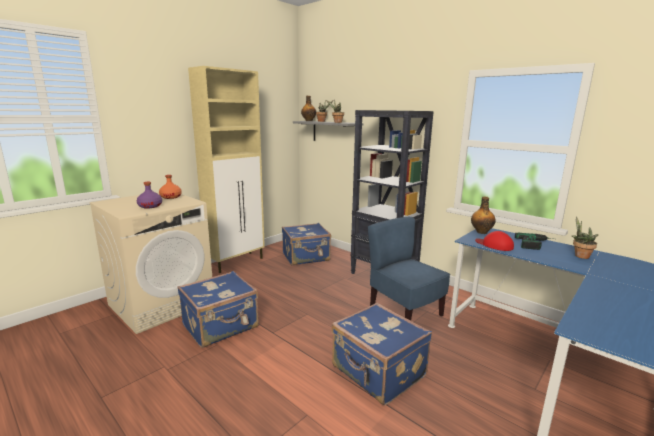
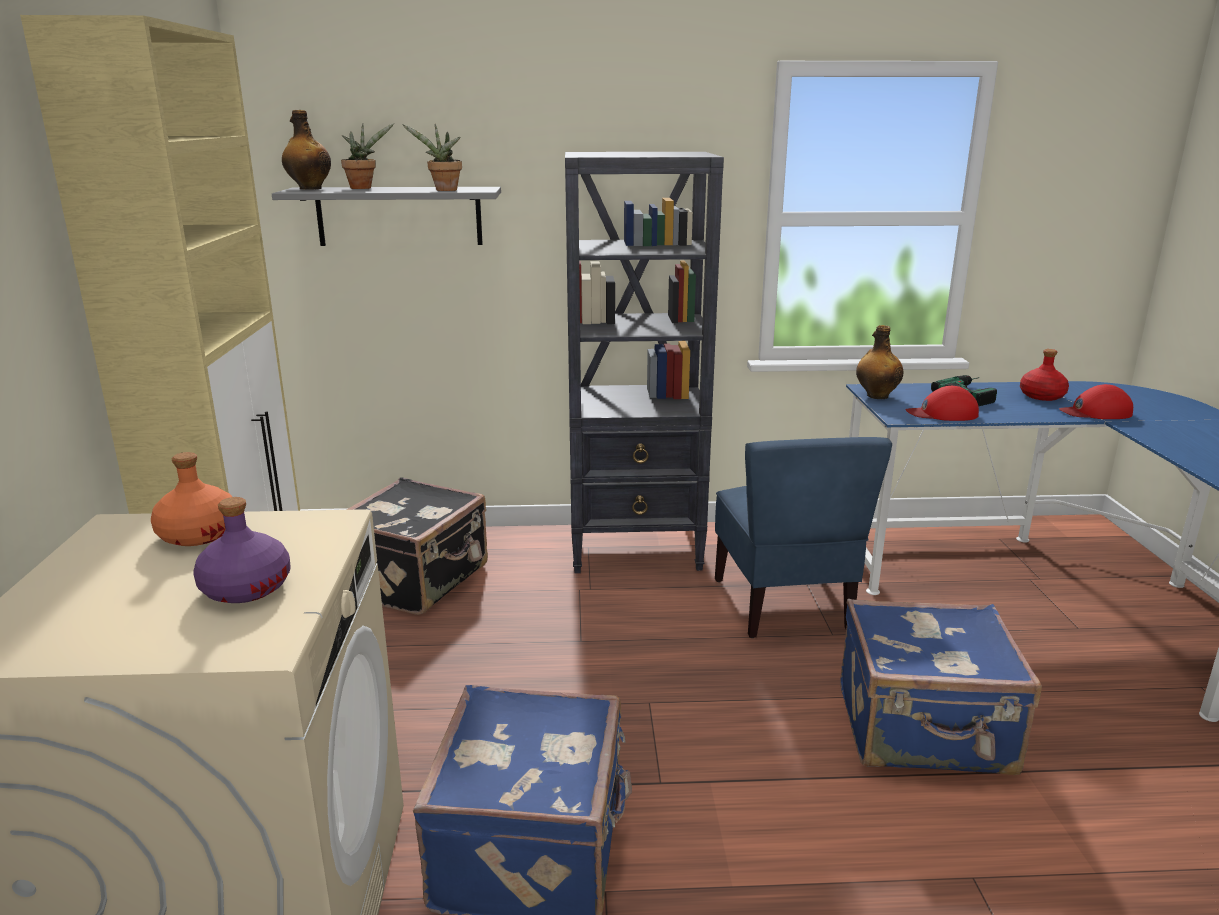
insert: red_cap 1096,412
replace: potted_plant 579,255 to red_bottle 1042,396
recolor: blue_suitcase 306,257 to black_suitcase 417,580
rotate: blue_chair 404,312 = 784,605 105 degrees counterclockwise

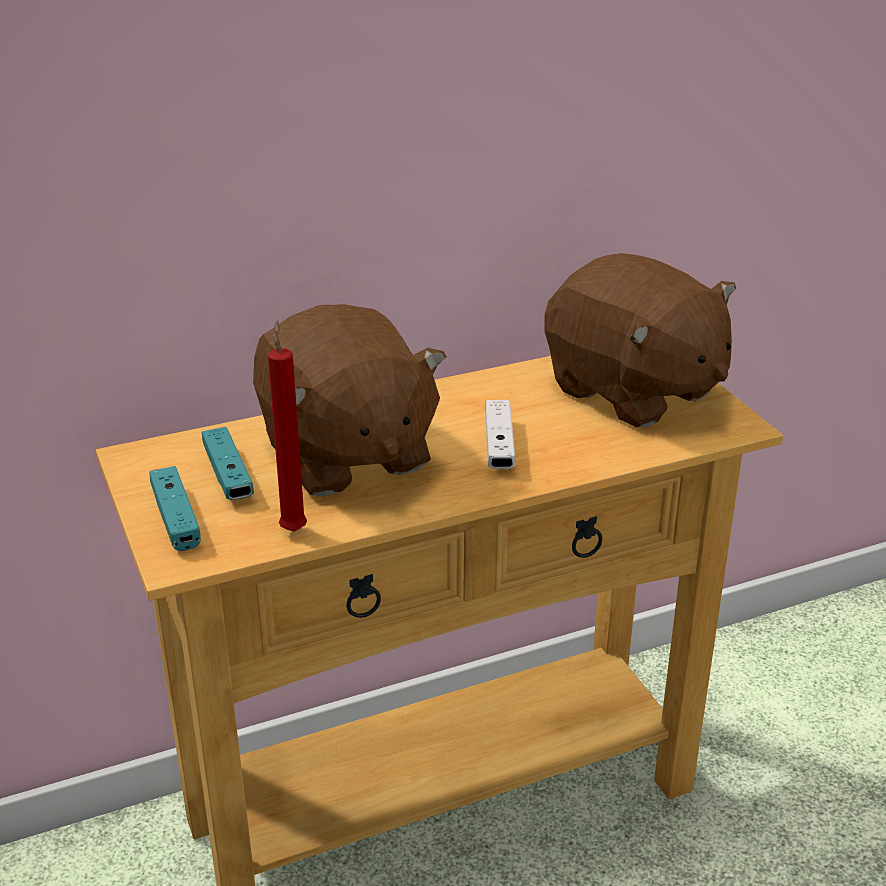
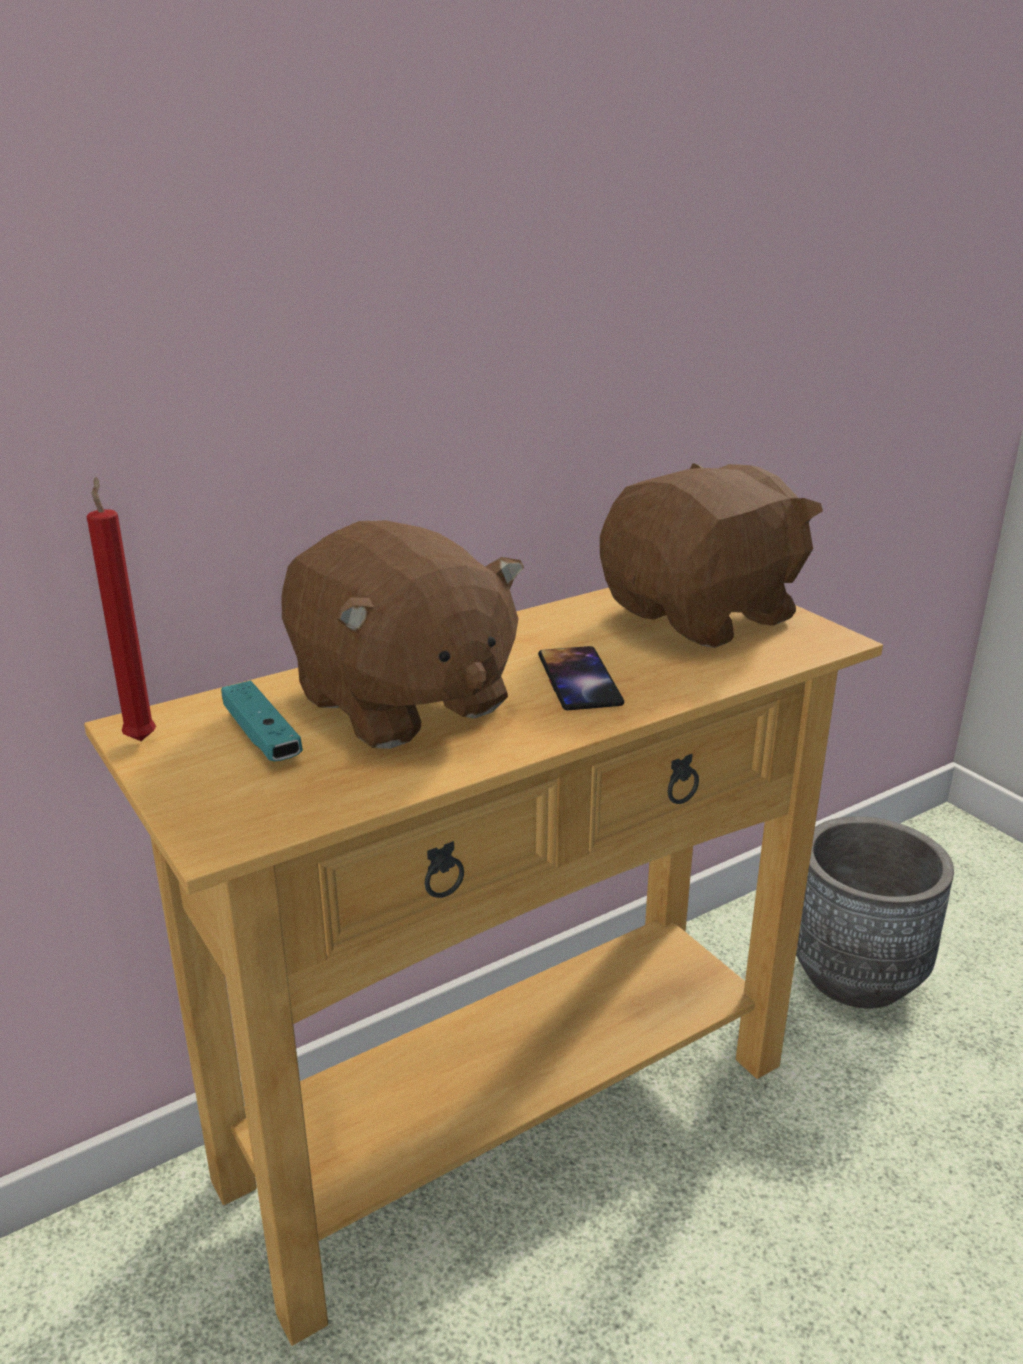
delete: turquoise_game_controller 176,518
insert: grey_planter 856,975
move: red_candle 293,528 to 141,738
replace: white_game_controller 499,446 to phone 579,679
rotate: brown_plush_toy 633,391 = 703,616 75 degrees counterclockwise

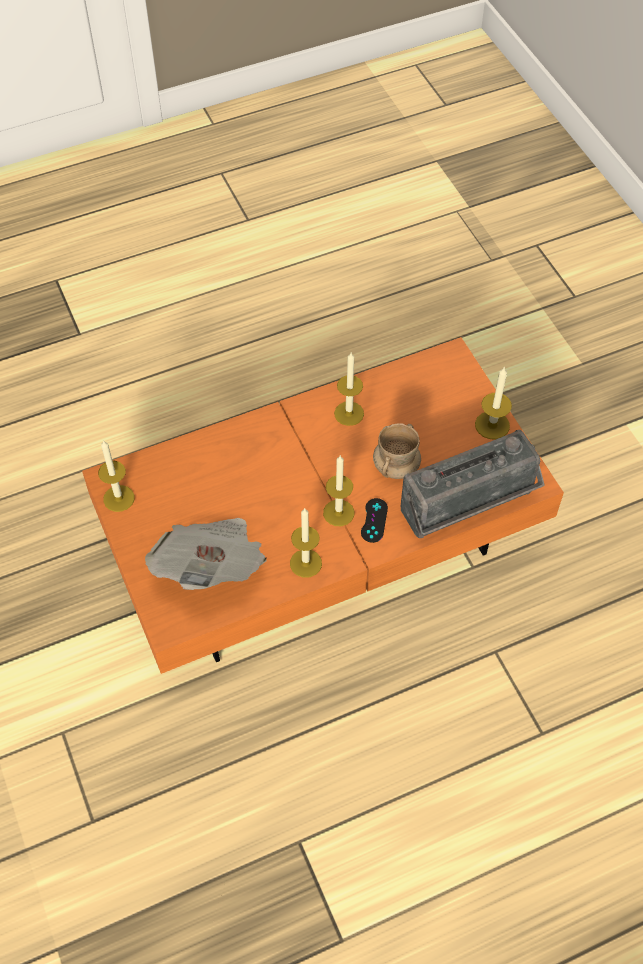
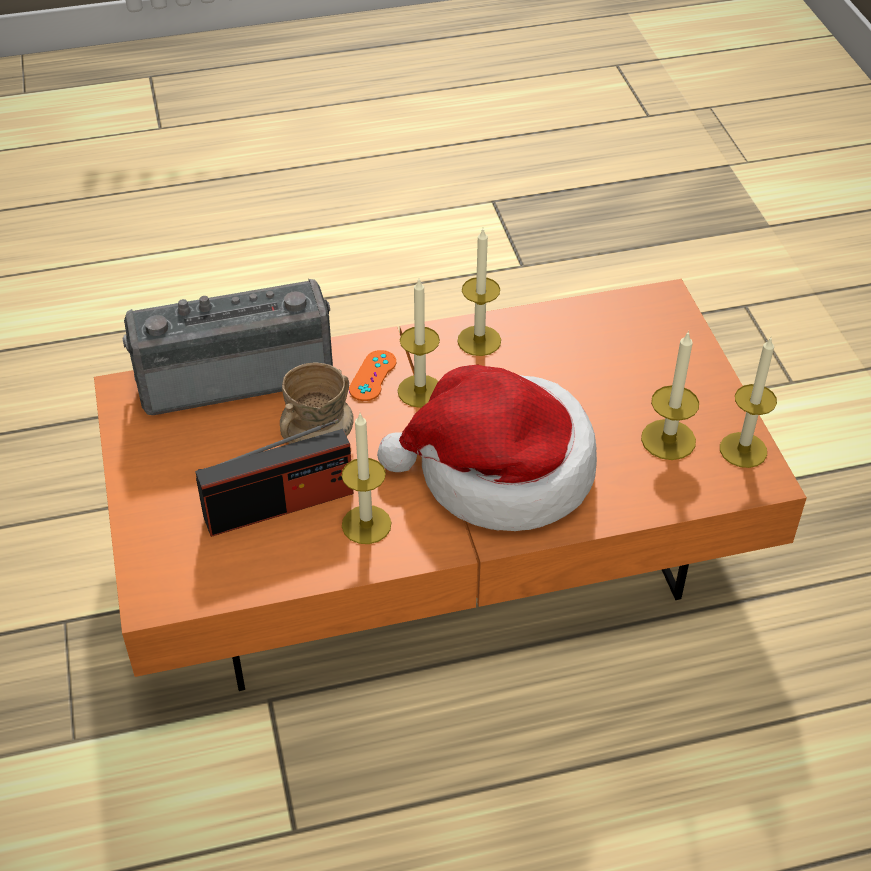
delete: newspaper 211,566
insert: hat 500,471; radio 279,505
move: candle 492,425 to 668,439
recolor: black_game_controller 374,520 to orange_game_controller 373,376

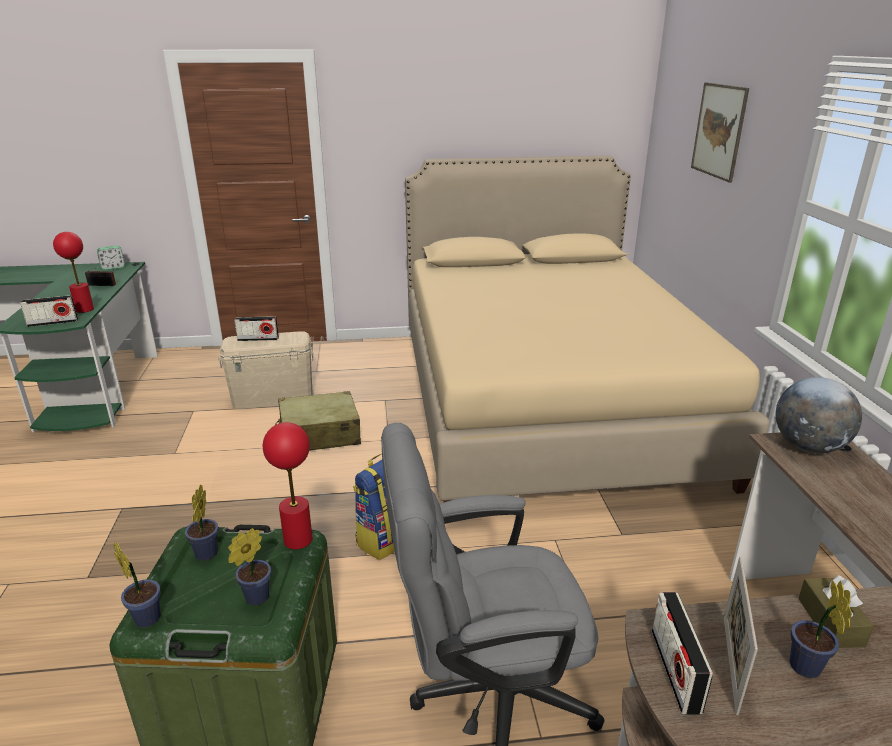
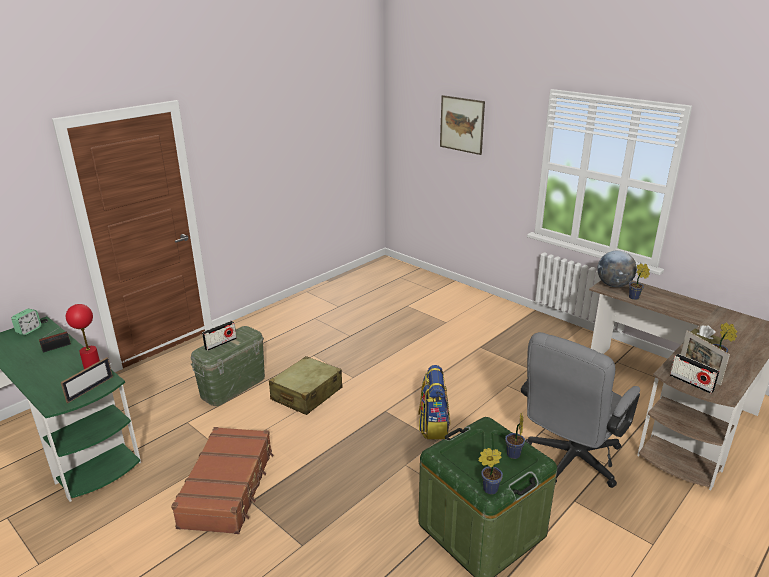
delete: beige_bed 544,400; red_table_lamp 298,539
insert: brown_suitcase 228,488
move: potted_plant 205,555 to 635,298
replace: radio 53,323 to picture_frame 90,389
recolor: beige_storage_box 273,397 to green_storage_box 233,386

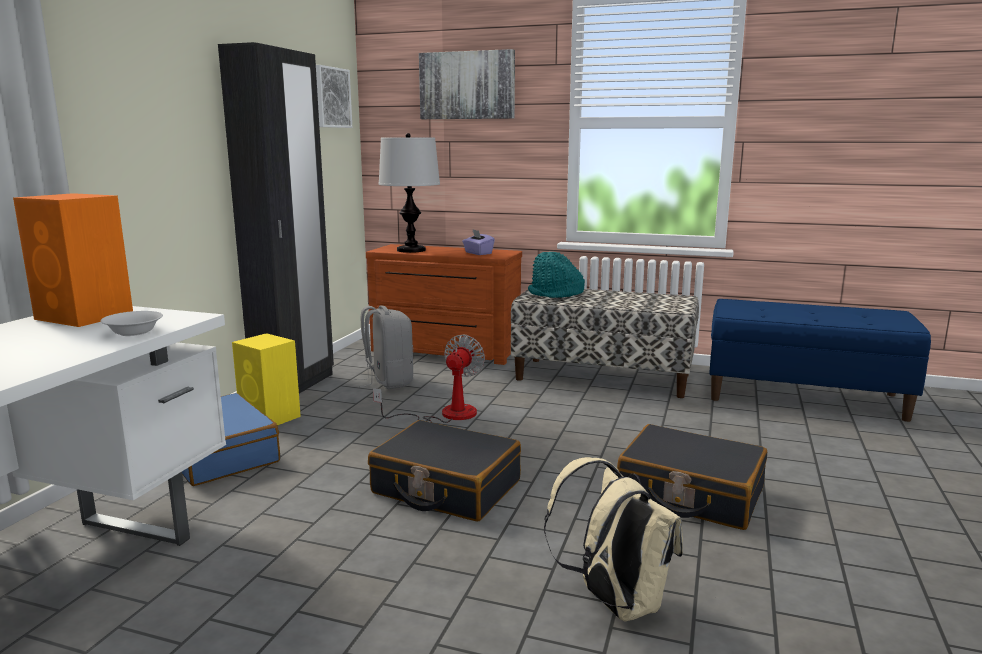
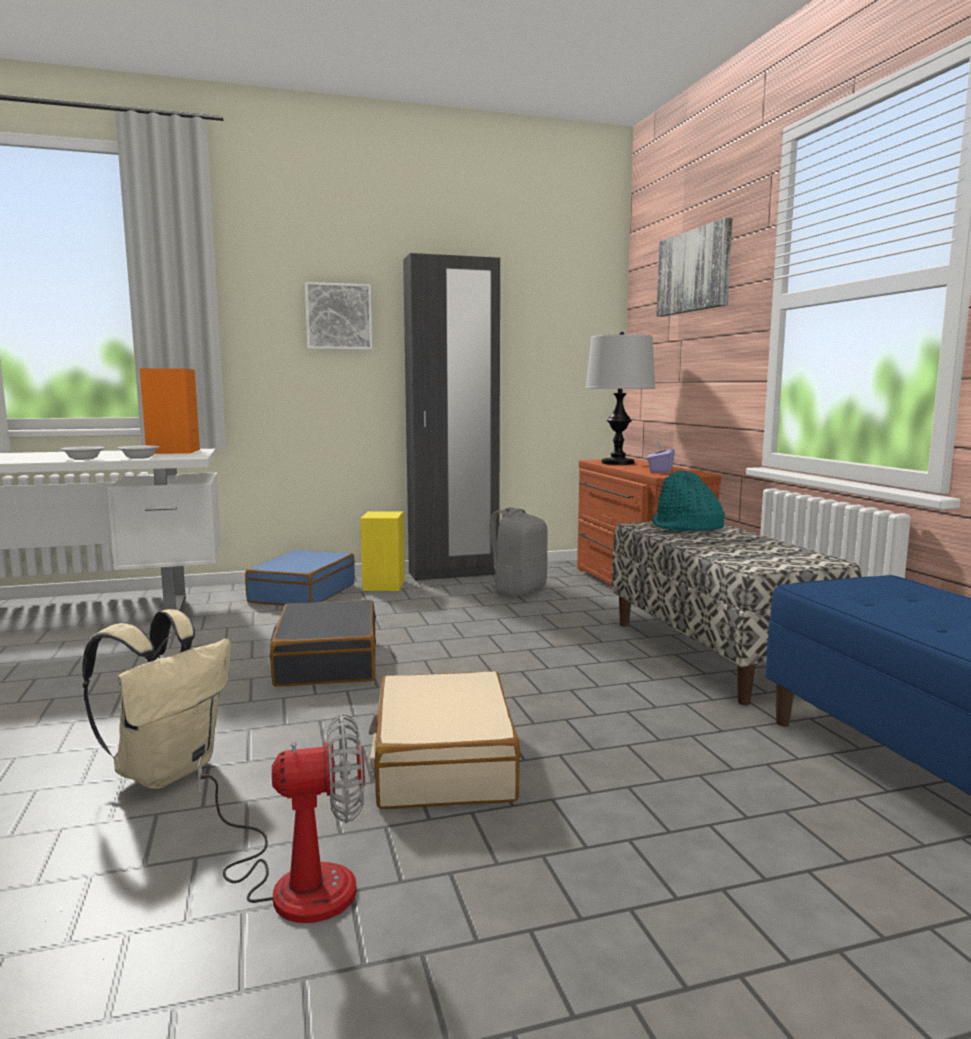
insert: white_bowl 84,459
move: picture 330,97 to 338,317; fan 445,415 to 295,881
recolor: black_suitcase 690,494 to beige_suitcase 443,762

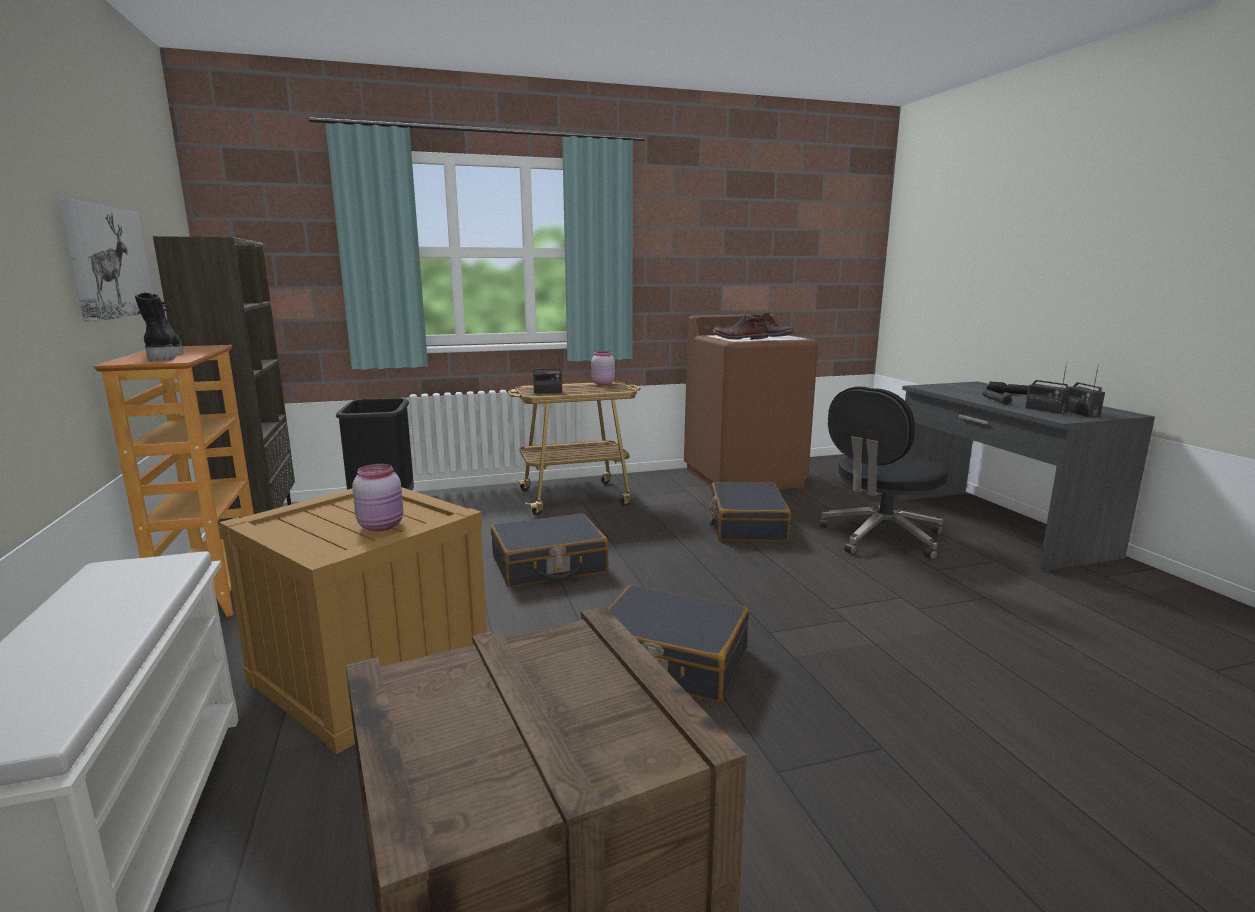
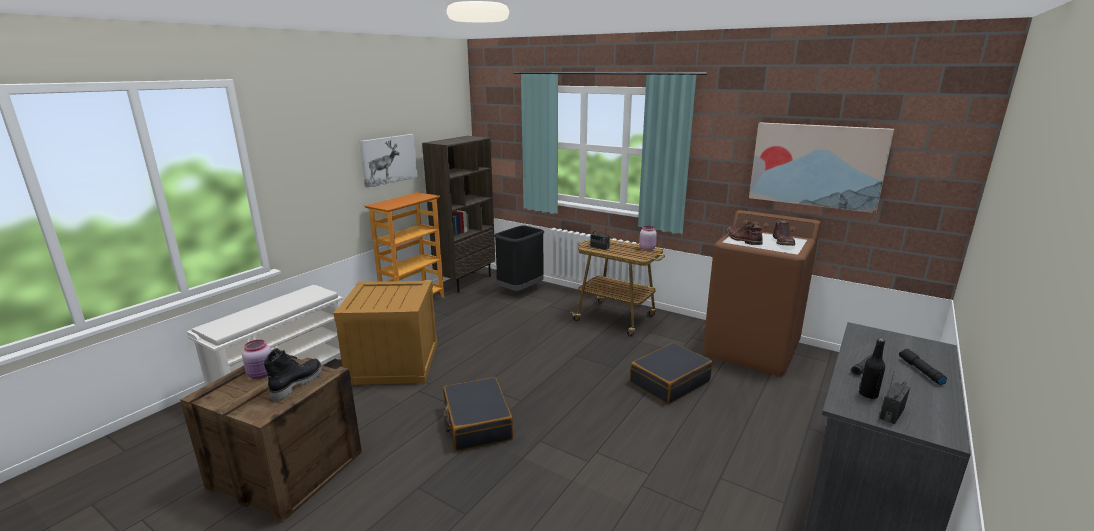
delete: black_office_chair 880,537; black_suitcase 549,565
insert: picture 816,165
move: black_boot 163,356 to 297,384; pink_jar 382,525 to 262,374
replace: radio 1045,410 to black_bottle 868,395

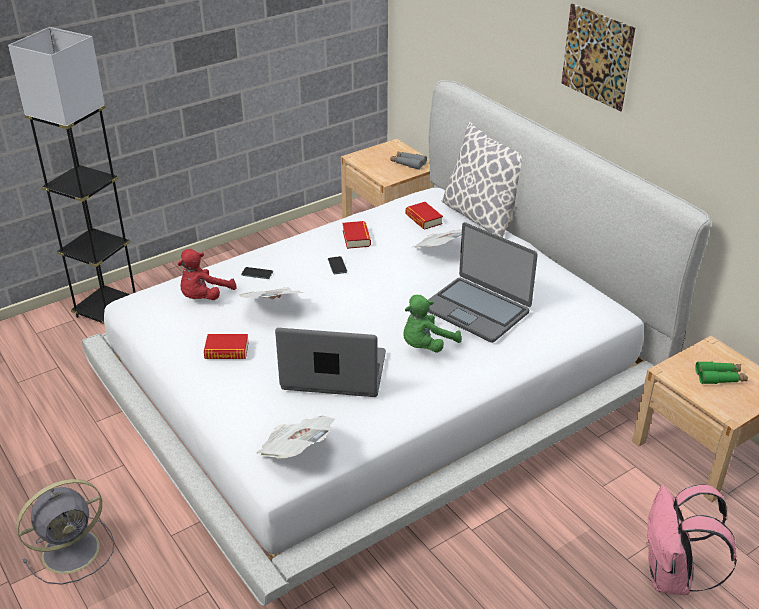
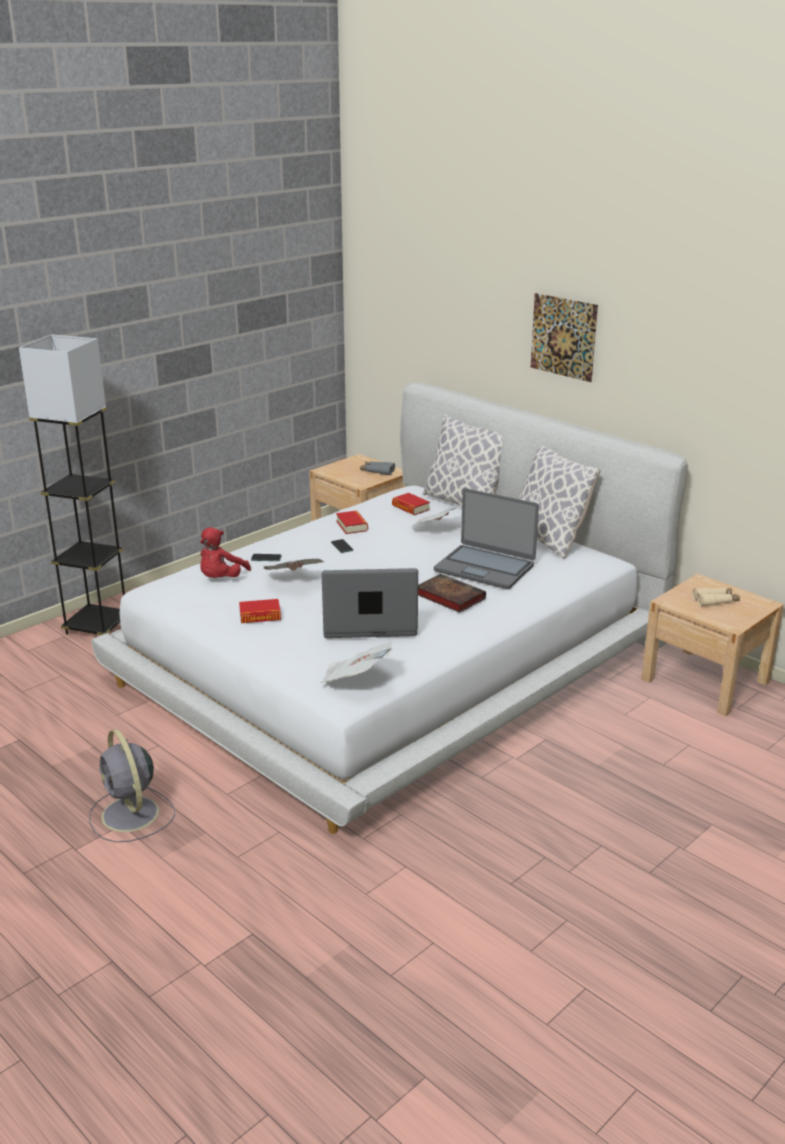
delete: pink_backpack 672,577
insert: pillow 548,539
replace: green_plush_toy 426,346 to book 448,596
recolor: green_binoculars 720,377 to beige_binoculars 715,601
rotate: grey_fan 73,550 = 131,815 105 degrees clockwise

